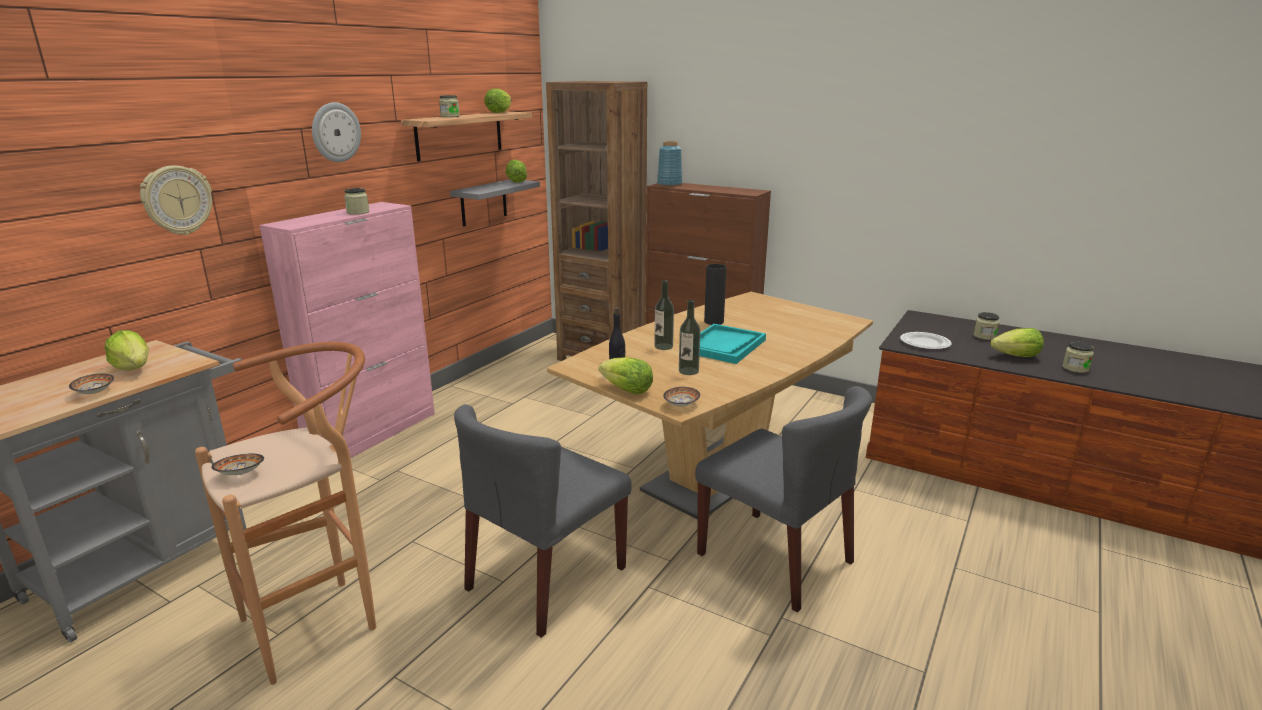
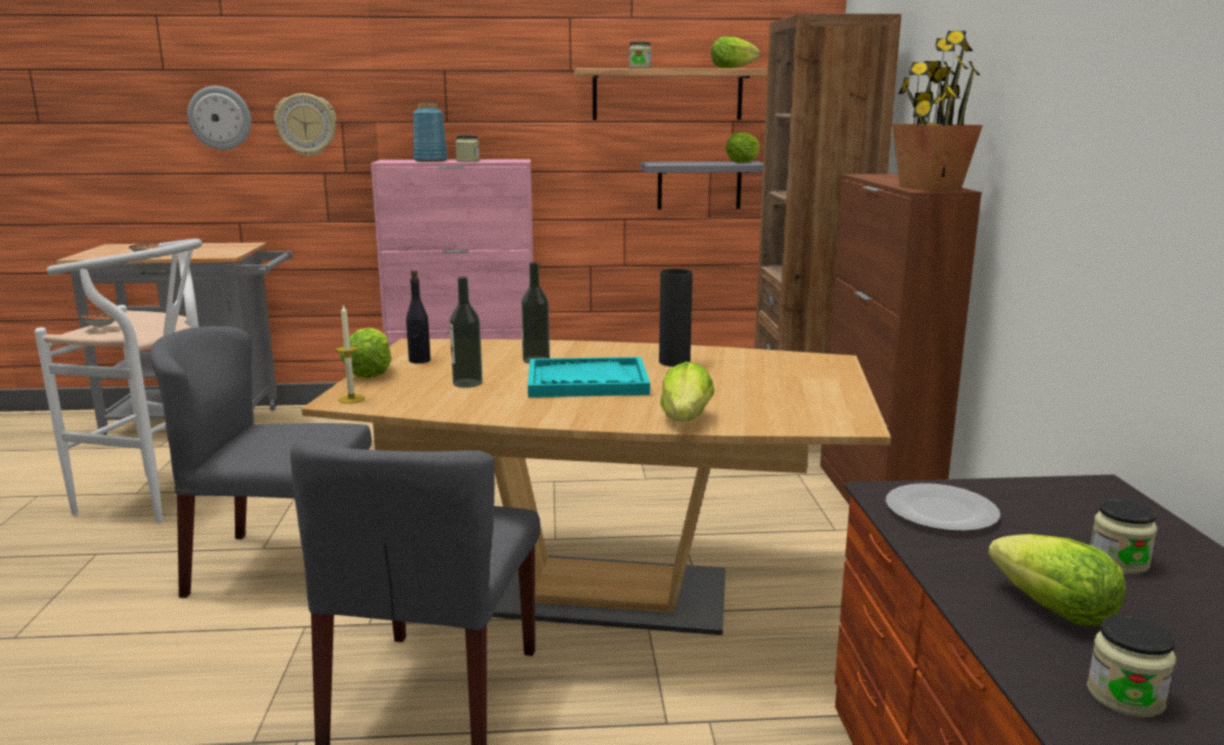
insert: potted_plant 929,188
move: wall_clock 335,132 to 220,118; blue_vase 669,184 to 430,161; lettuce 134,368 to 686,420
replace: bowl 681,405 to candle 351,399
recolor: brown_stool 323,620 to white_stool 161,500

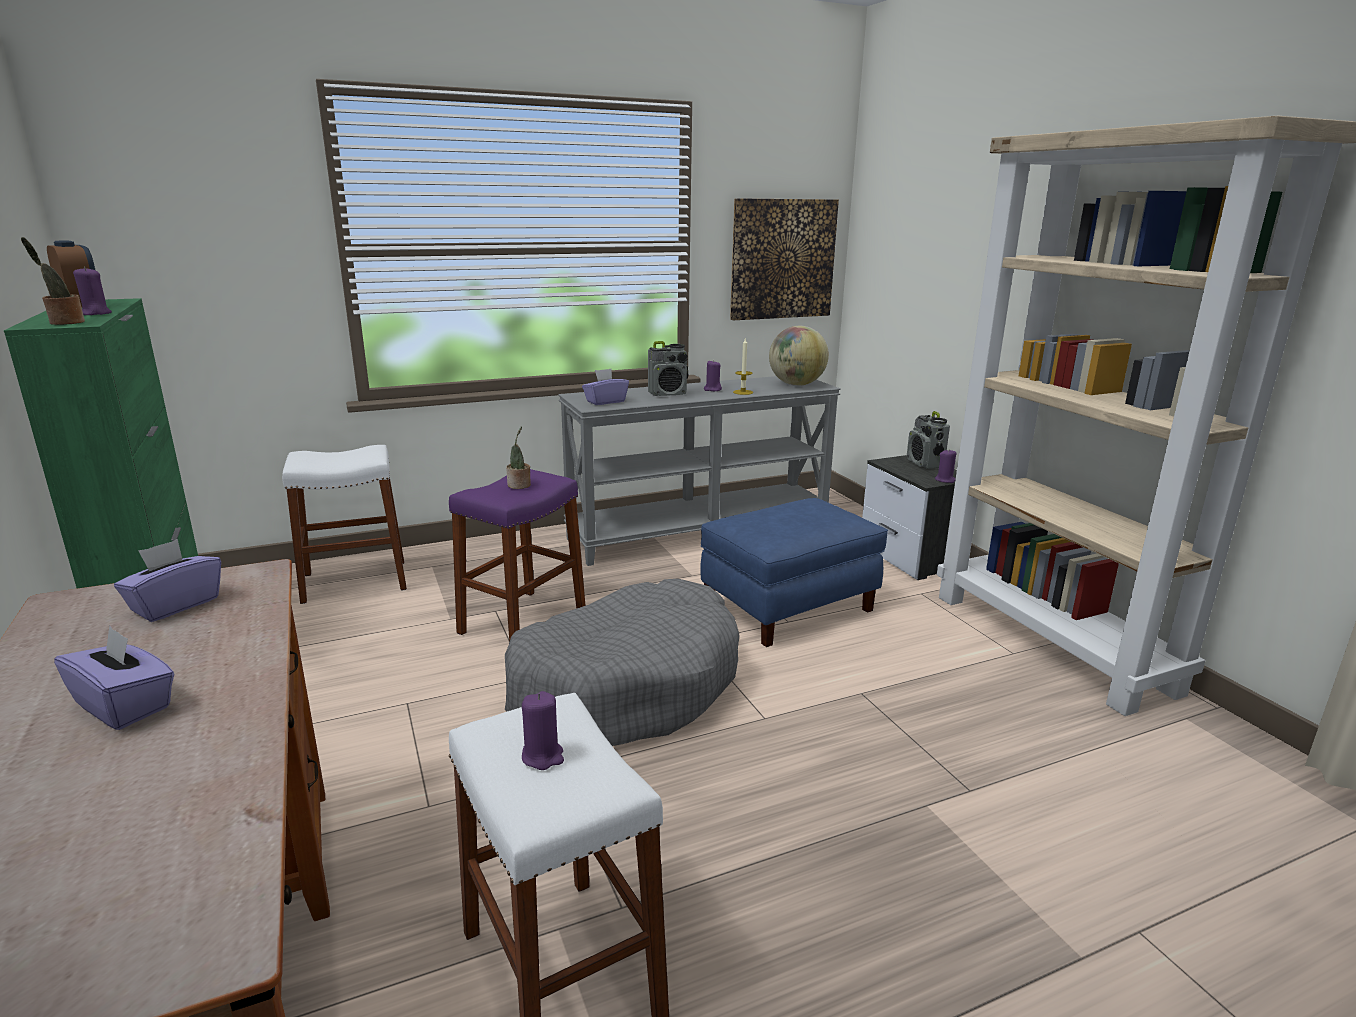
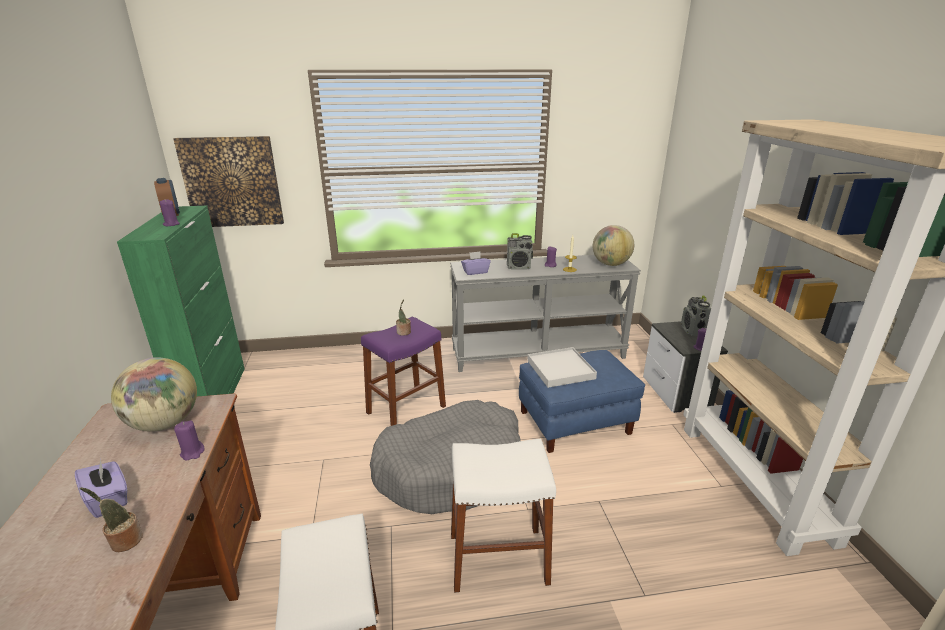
insert: white_tray 560,369
move: picture 782,259 to 232,182; potted_plant 64,322 to 124,541; white_stool 355,581 to 498,558; purple_candle 543,756 to 192,452
replace: purple_tissue_box 175,605 to globe 164,423

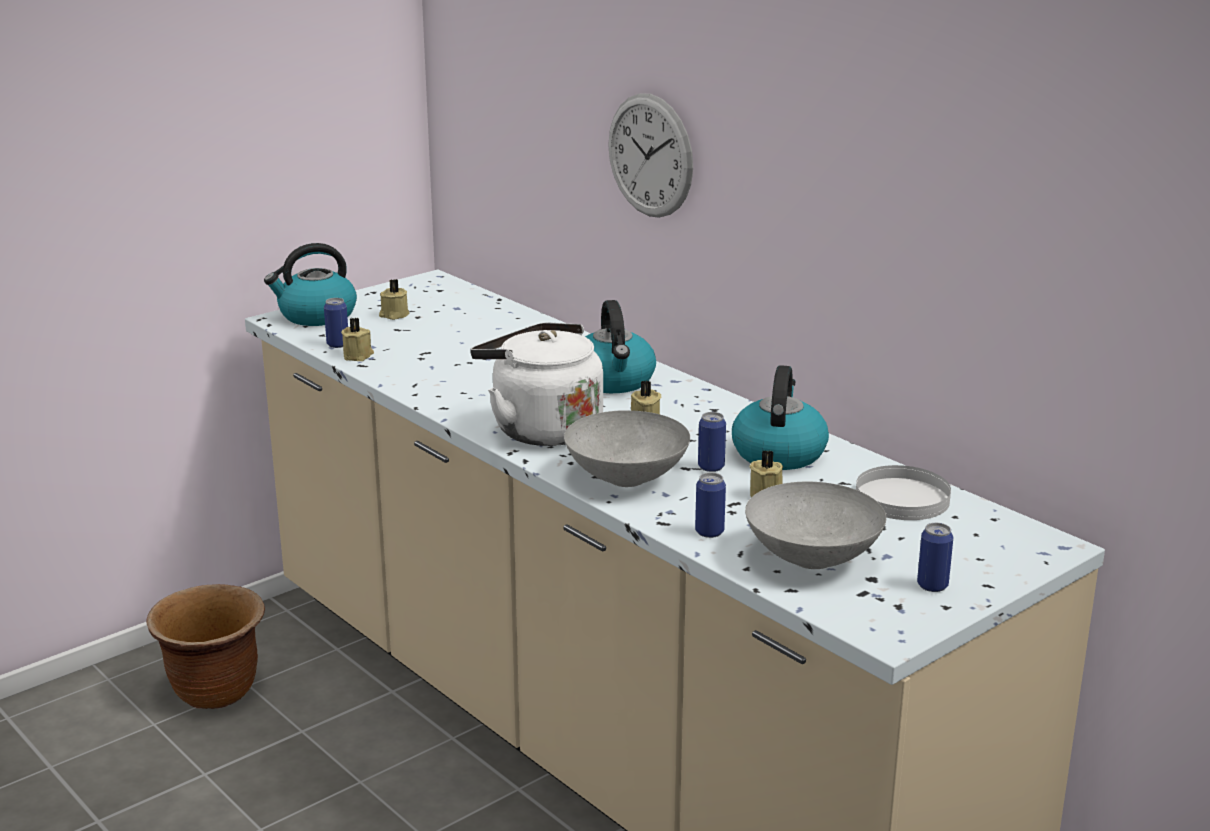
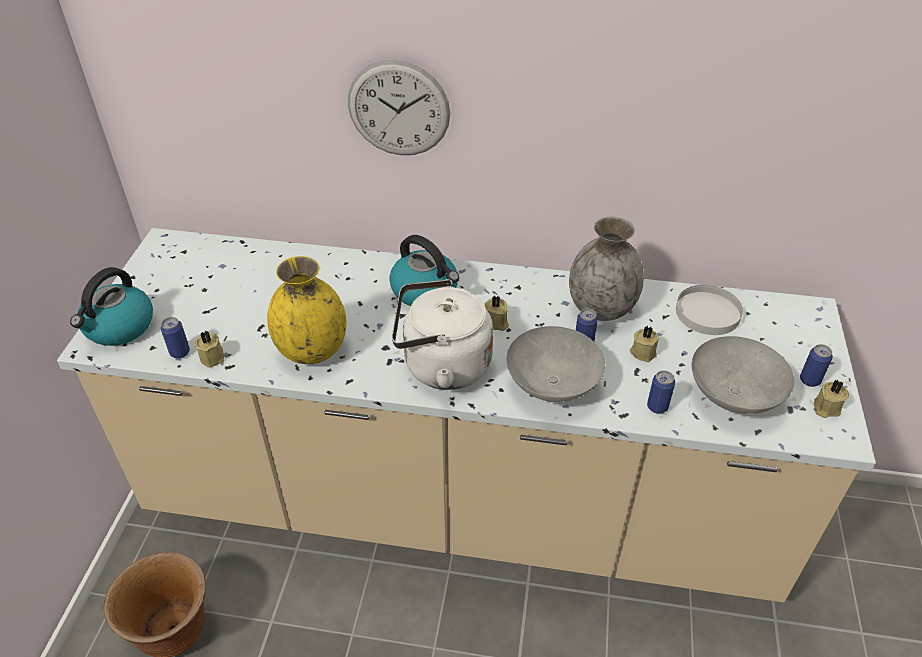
insert: yellow_vase 311,350
move: beige_candle 394,315 to 825,408
replace: kettle 778,453 to grey_vase 601,308

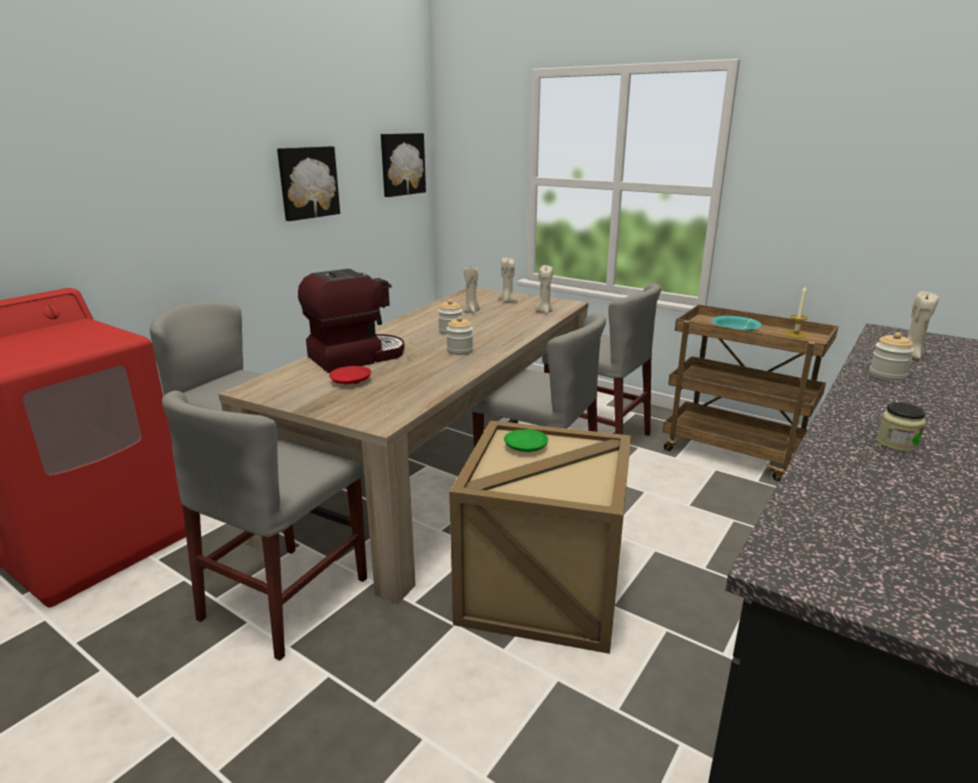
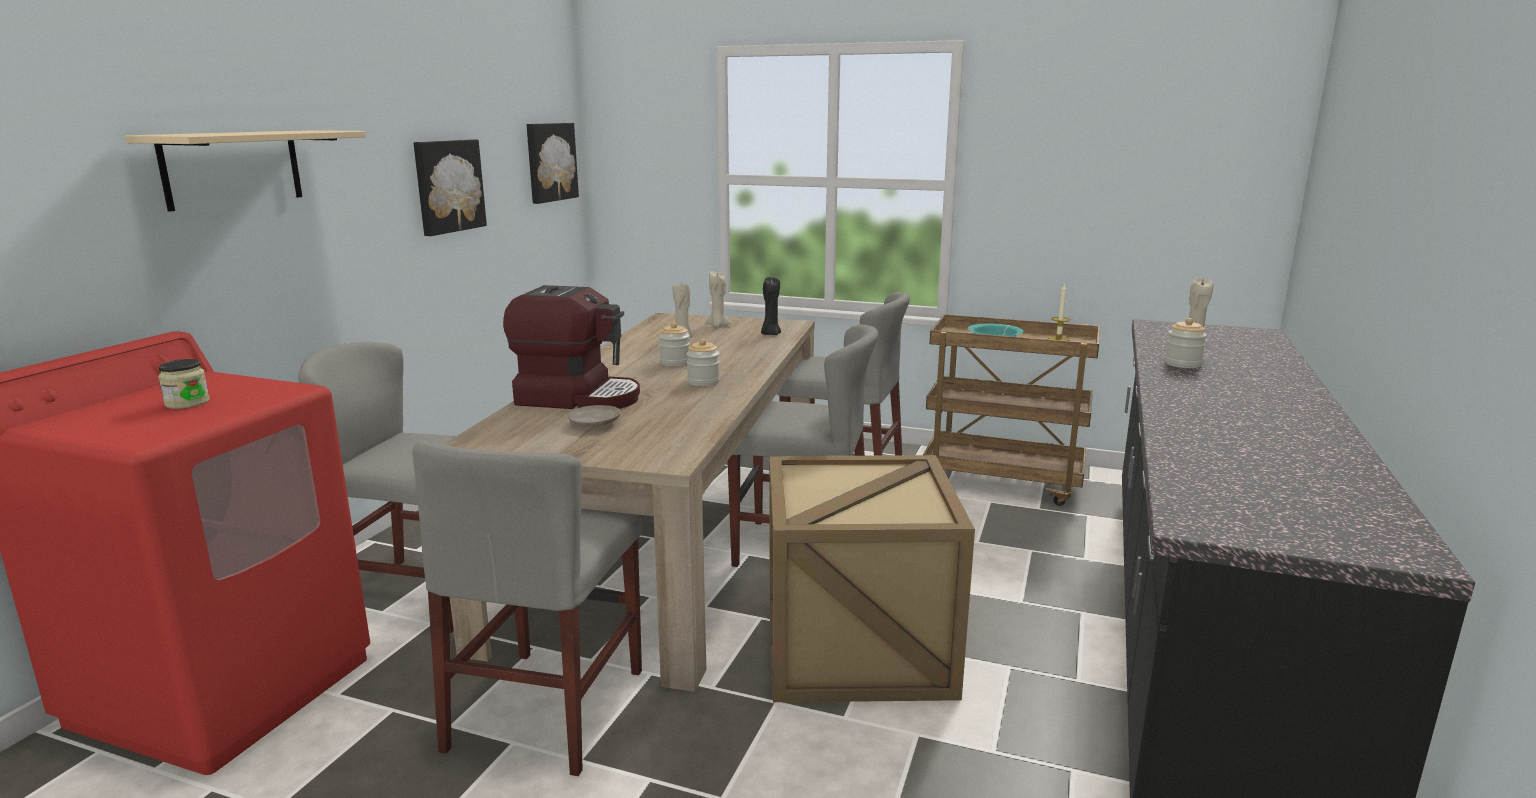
delete: green_plate 526,447
insert: beige_shelf 233,168
move: jar 896,444 to 187,403
recolor: beige_candle 543,312 to black_candle 770,334; red_plate 350,381 to beige_plate 594,424
rotate: coffee_machine 356,356 = 578,397 60 degrees clockwise

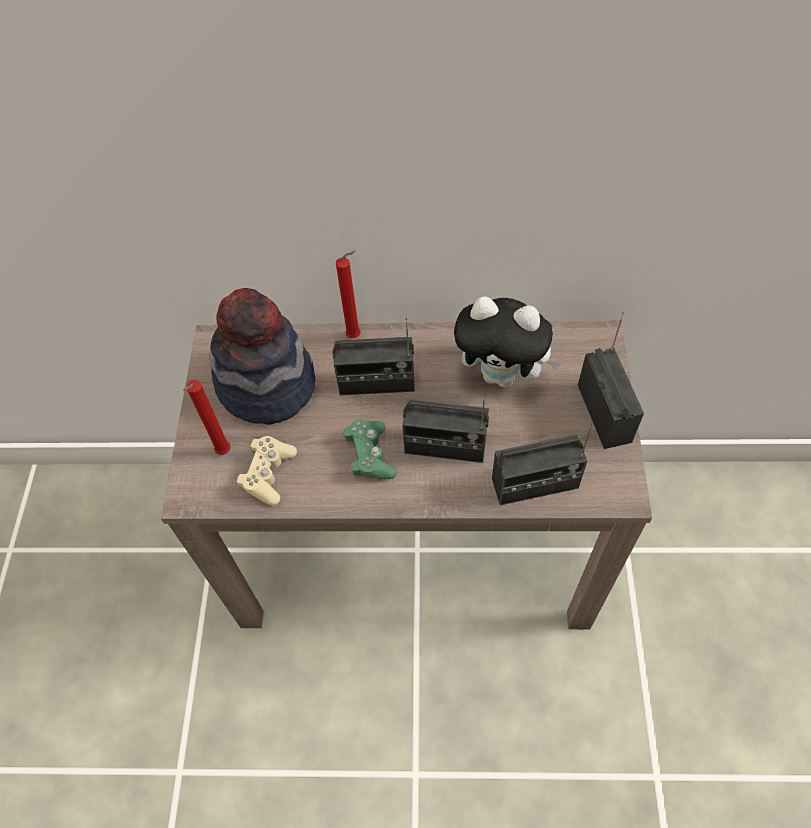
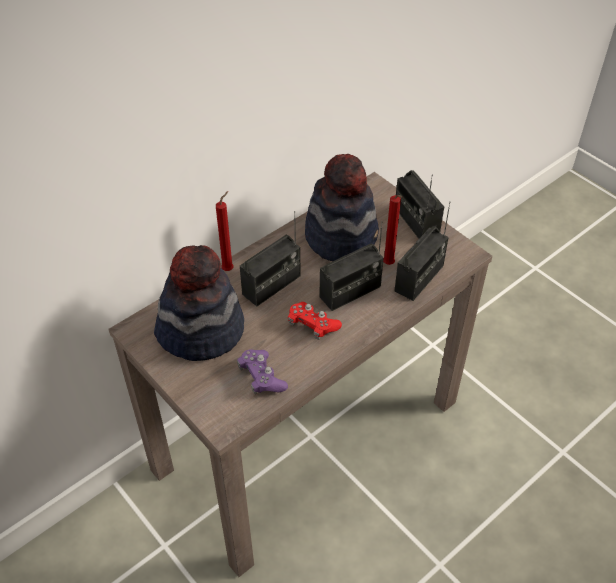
move: red_candle 222,453 to 389,265
replace: plush_toy 502,375 to hat 341,236
recolor: green_game_controller 370,455 to red_game_controller 312,325; beige_game_controller 268,474 to purple_game_controller 261,377
rotate: radio 604,413 = 416,221 150 degrees counterclockwise

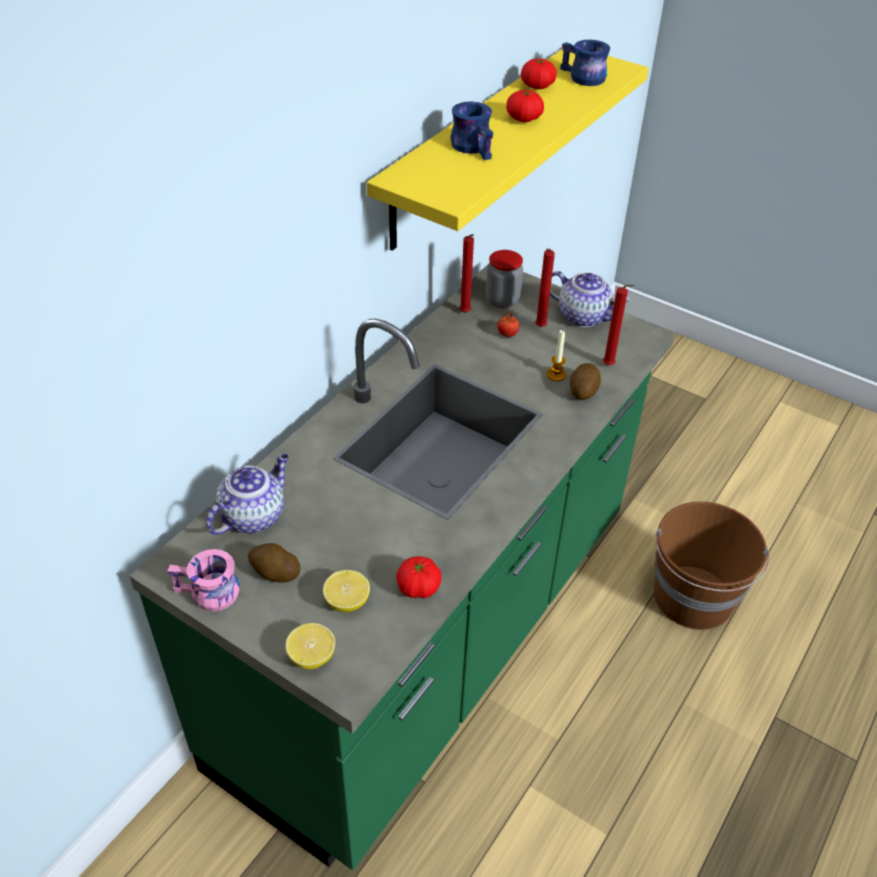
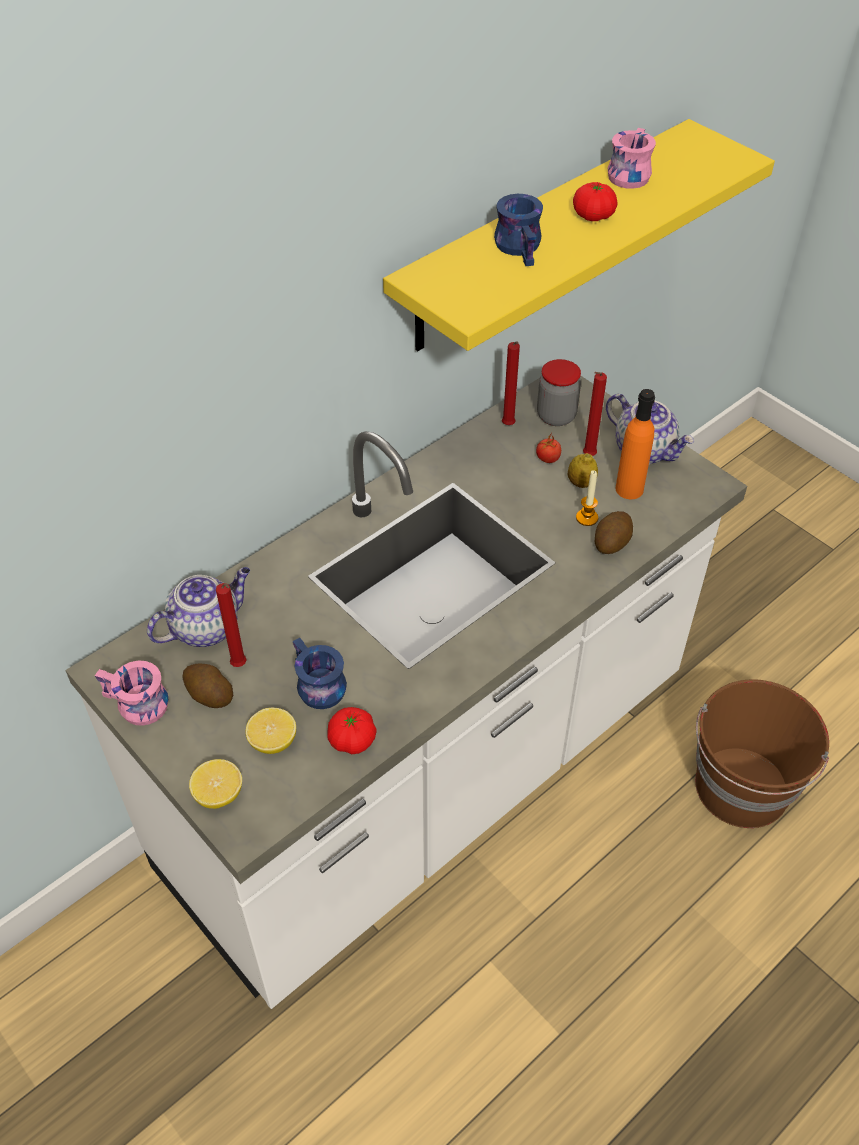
insert: orange_bottle 629,489; lemon 581,483
move: blue_mug 581,78 to 314,686; red_candle 610,366 to 240,666
replace: tomato 537,86 to pink_mug 626,173
recolor: green_counter 432,640 to white_counter 429,777

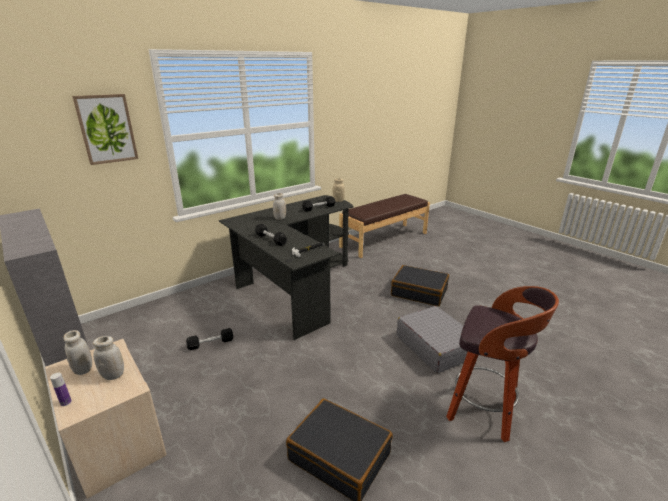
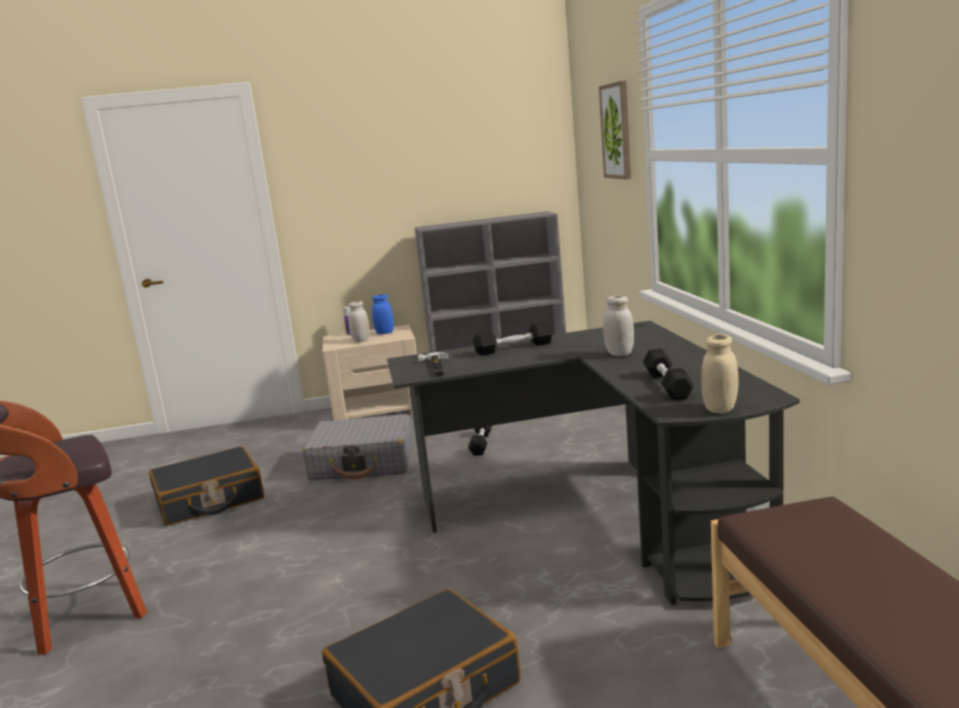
move: grey_suitcase 435,346 to 363,463
recolor: white_jar 83,369 to blue_jar 384,333

